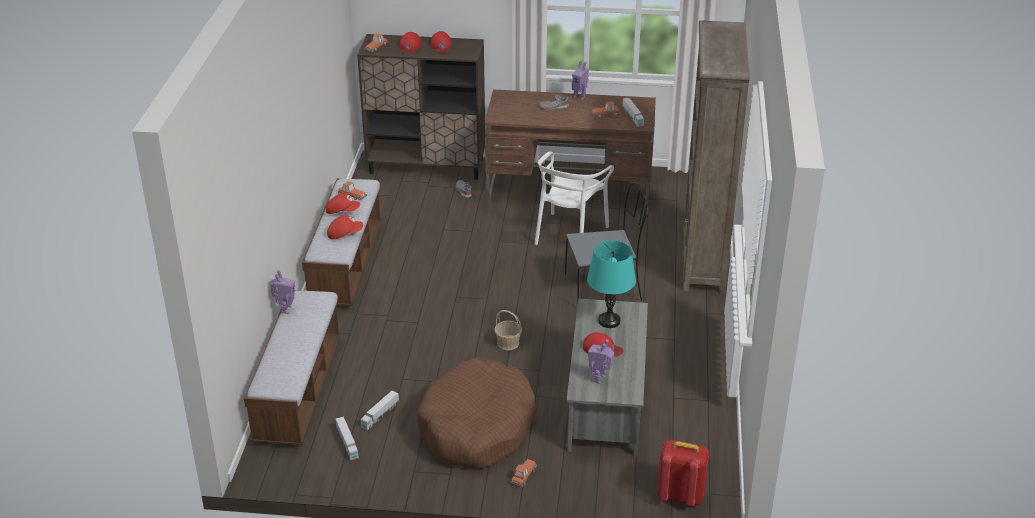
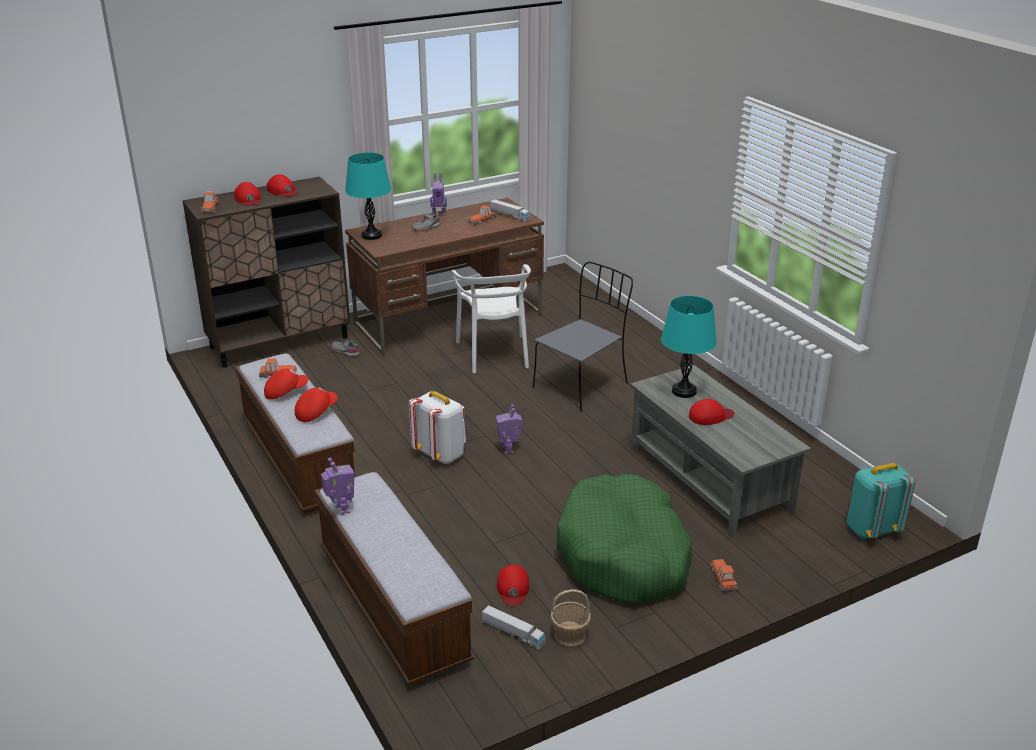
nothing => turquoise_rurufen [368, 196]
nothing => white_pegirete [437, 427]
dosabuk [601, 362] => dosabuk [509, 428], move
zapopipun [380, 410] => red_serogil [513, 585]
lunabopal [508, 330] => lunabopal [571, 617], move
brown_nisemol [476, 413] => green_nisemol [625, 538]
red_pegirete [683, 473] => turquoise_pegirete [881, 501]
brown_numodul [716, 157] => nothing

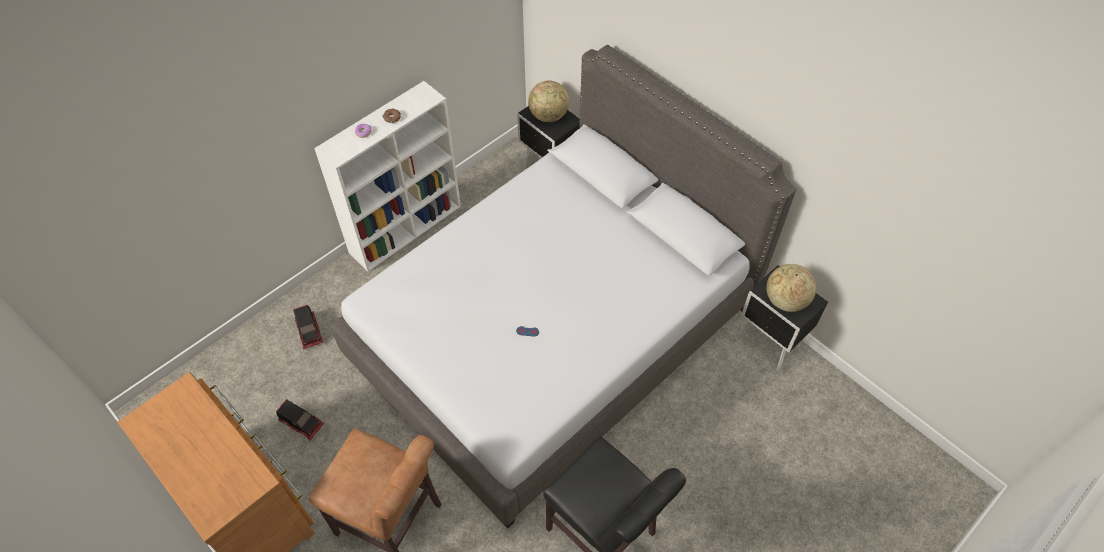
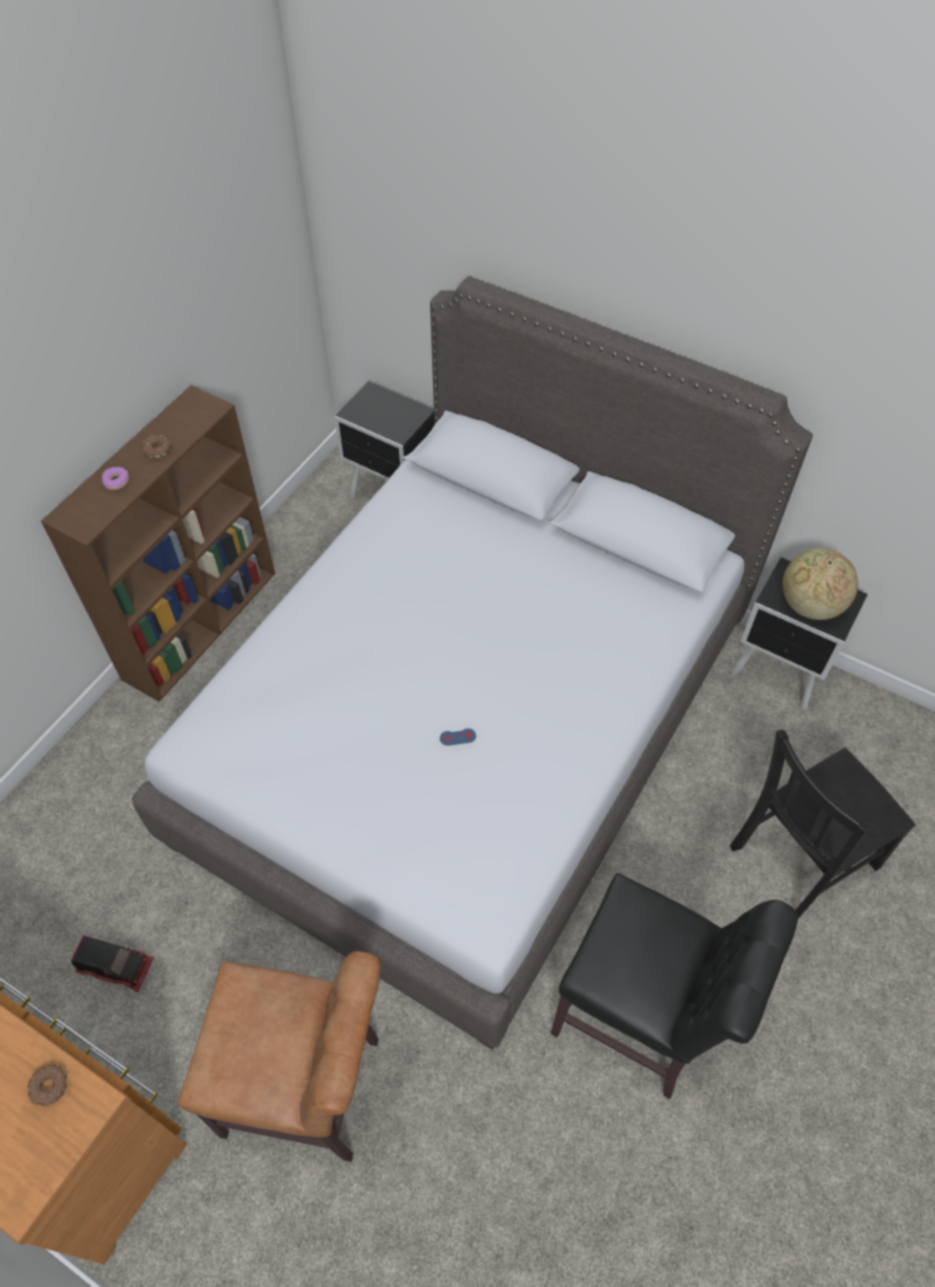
nothing => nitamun [47, 1085]
white_numodul [387, 176] => brown_numodul [158, 543]
nothing => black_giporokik [823, 824]
zapopipun [308, 327] => nothing
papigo [548, 101] => nothing

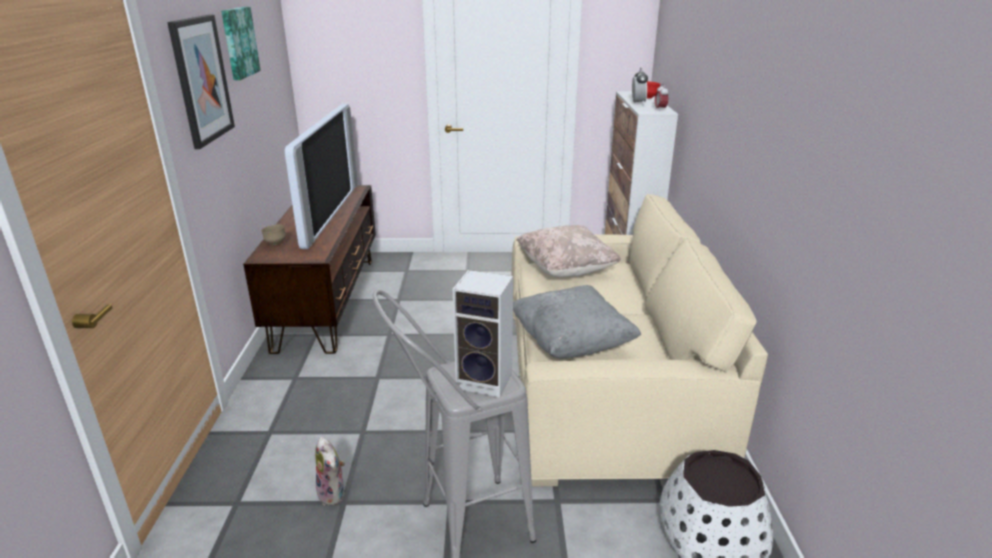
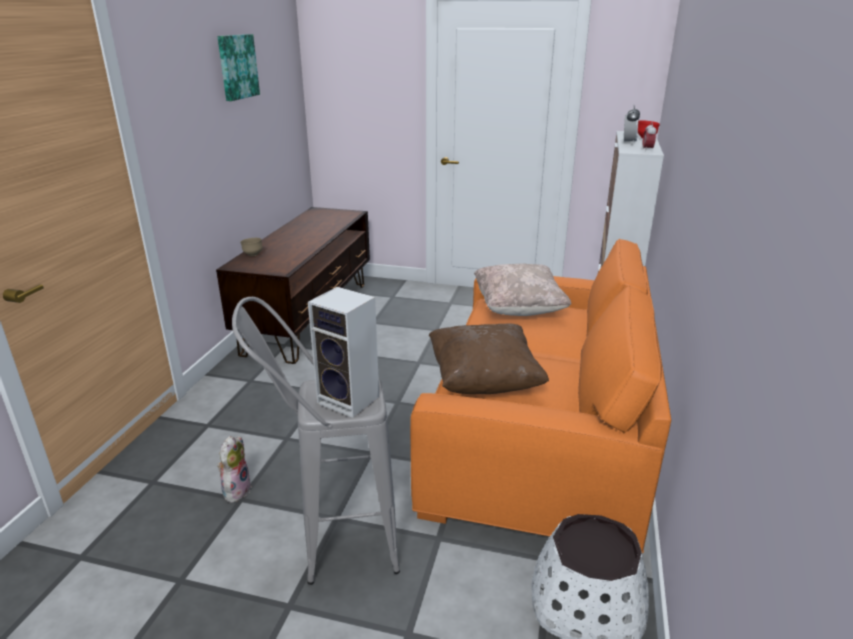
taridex [330, 471] => taridex [234, 469], 150 degrees counterclockwise
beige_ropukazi [640, 340] => orange_ropukazi [540, 396]
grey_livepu [577, 321] => brown_livepu [489, 359]
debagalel [201, 81] => nothing
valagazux [321, 176] => nothing

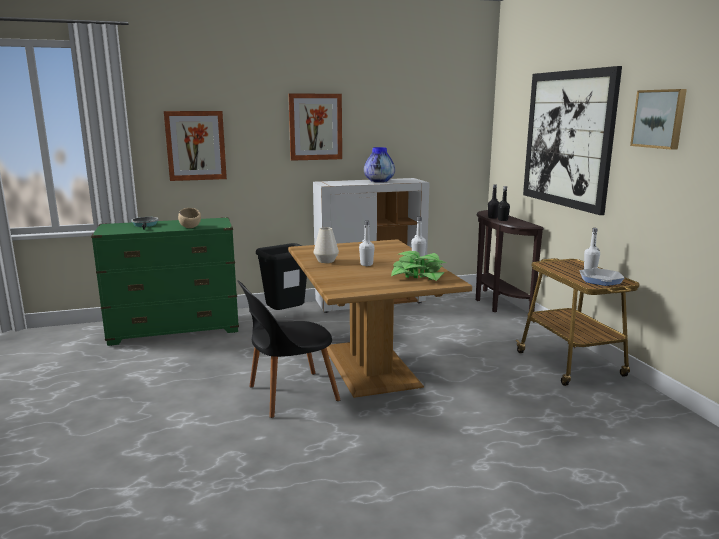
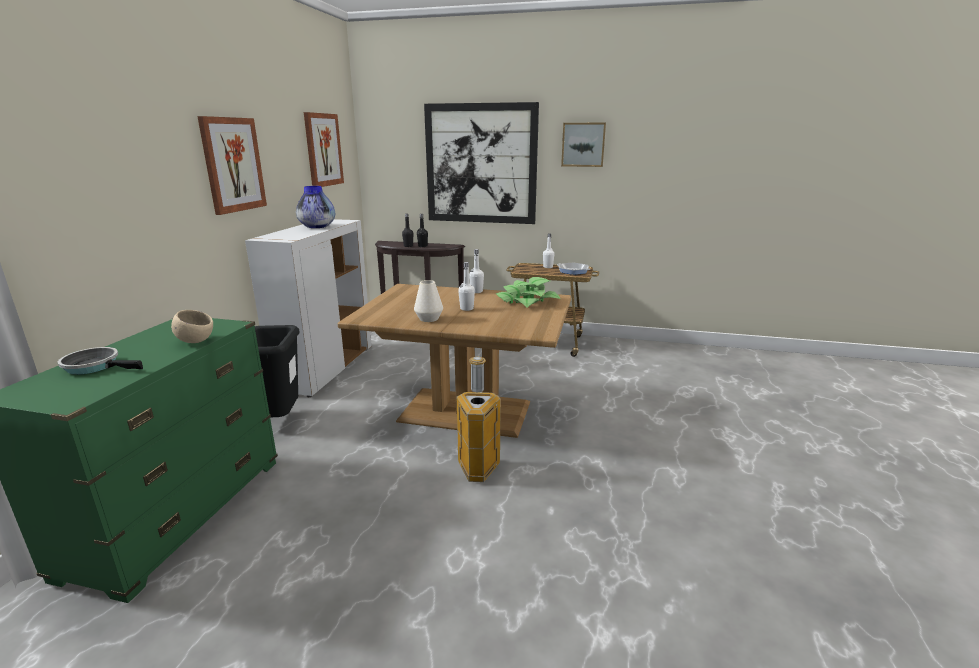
debagalel [195, 146] => debagalel [324, 149], move
black_giporokik [288, 349] => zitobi [479, 419]

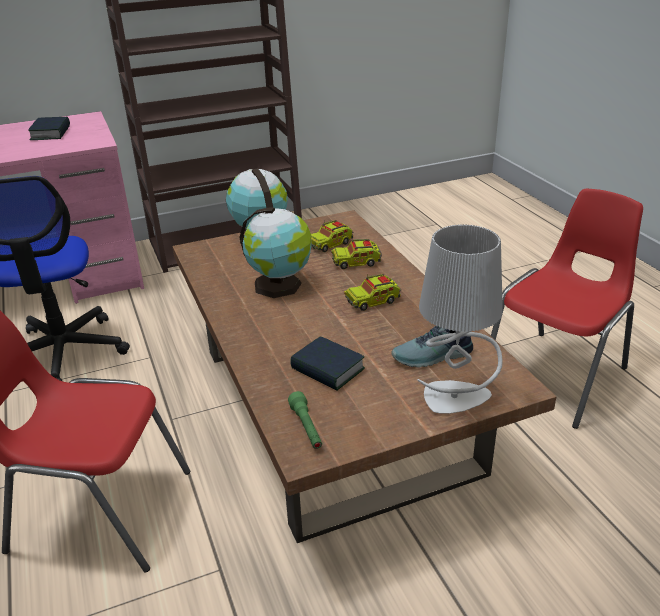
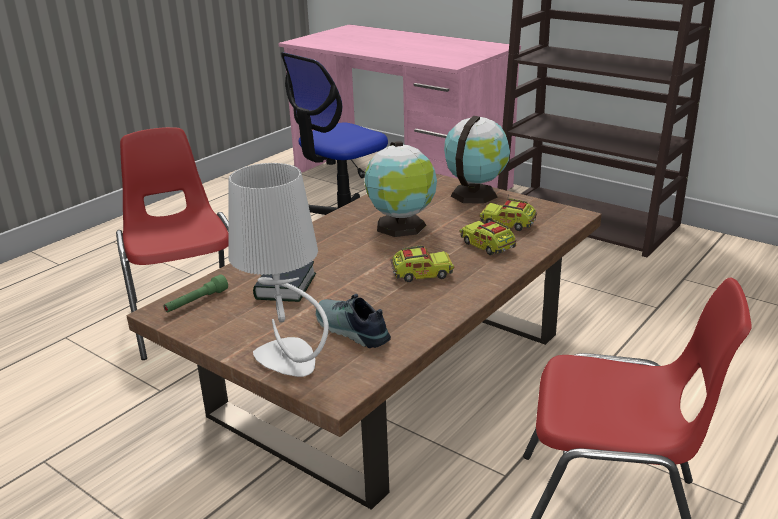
zapopipun [372, 292] => zapopipun [422, 263], 135 degrees clockwise
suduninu [49, 128] => nothing

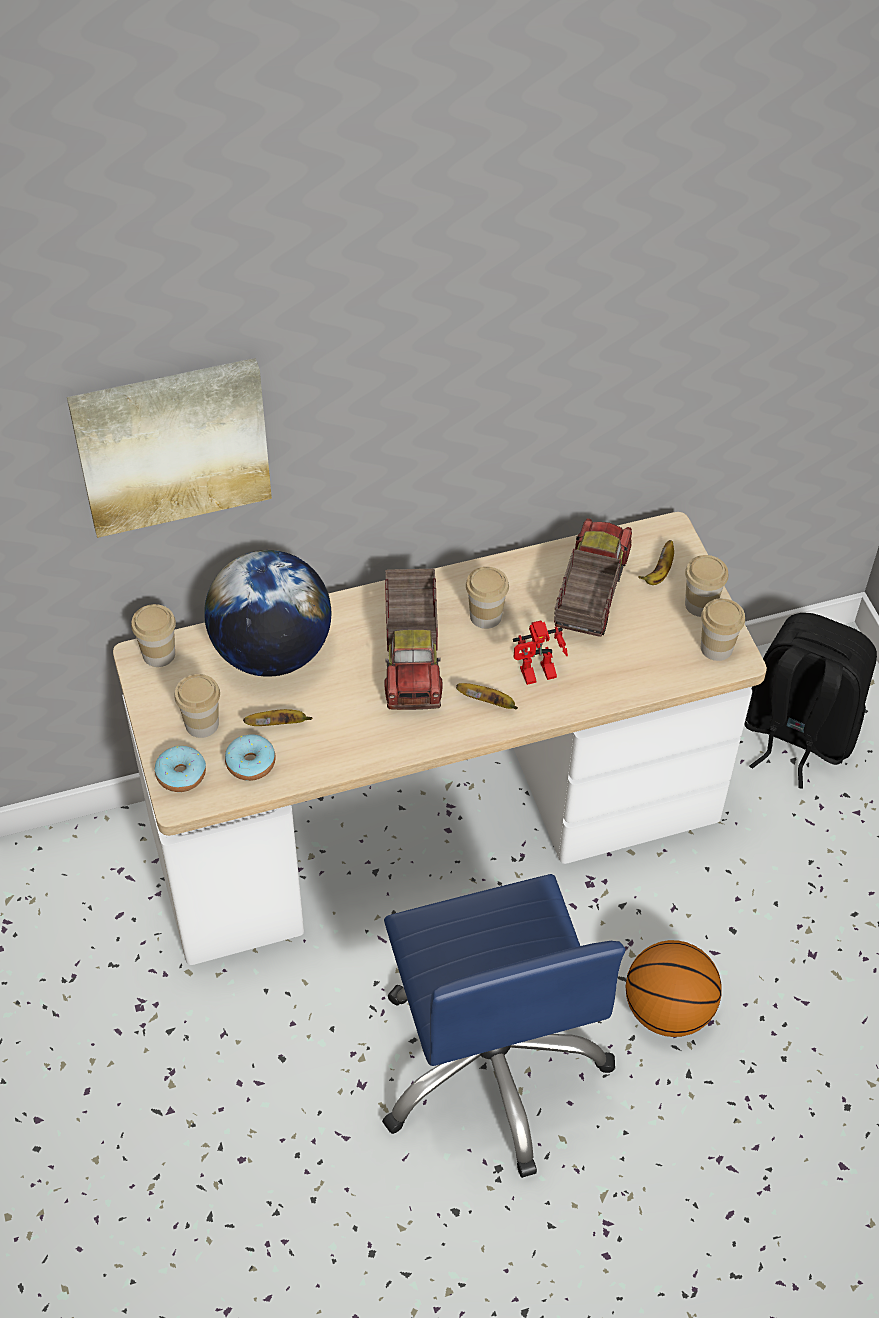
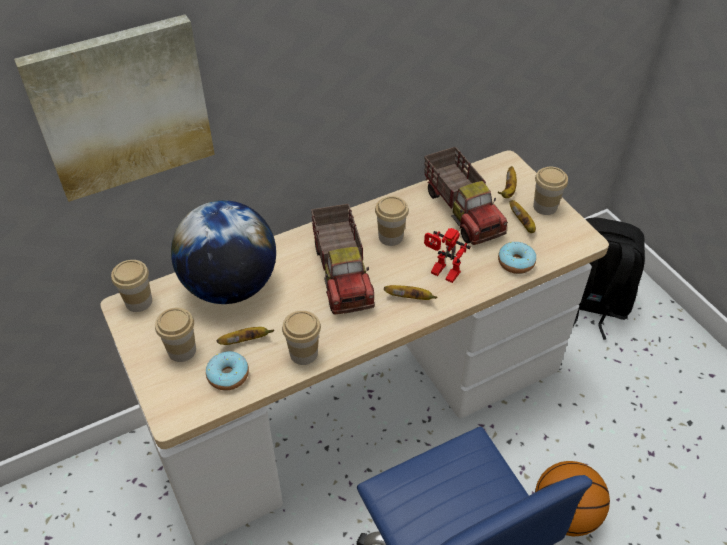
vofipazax [723, 629] => vofipazax [301, 337], move
zapopipun [593, 577] => zapopipun [466, 196], 150 degrees clockwise
dosabuk [540, 653] => dosabuk [447, 255], 60 degrees clockwise
nitamun [180, 769] => nitamun [517, 258], move
nothing => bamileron [522, 216]

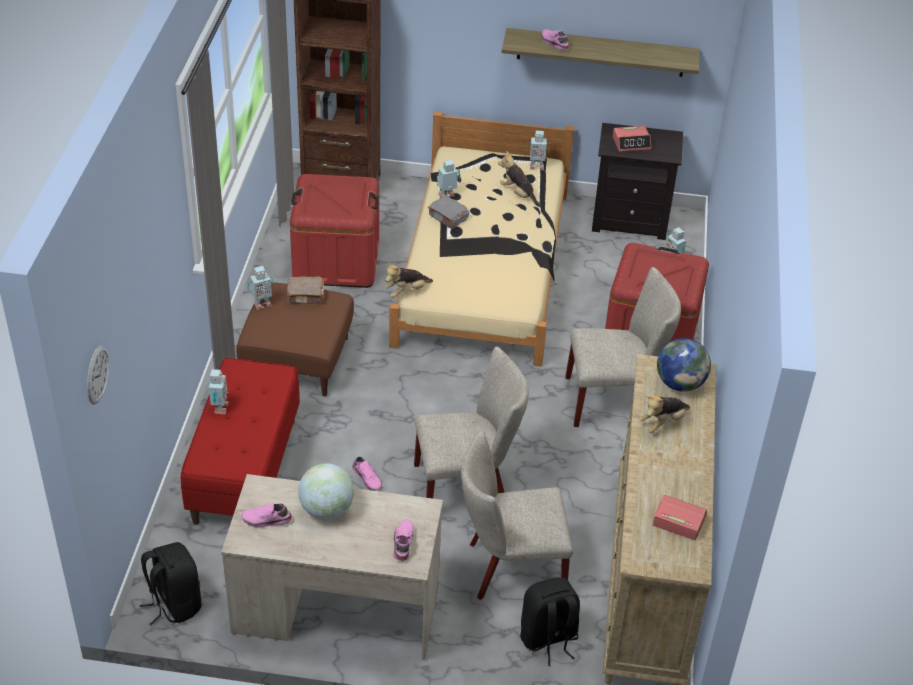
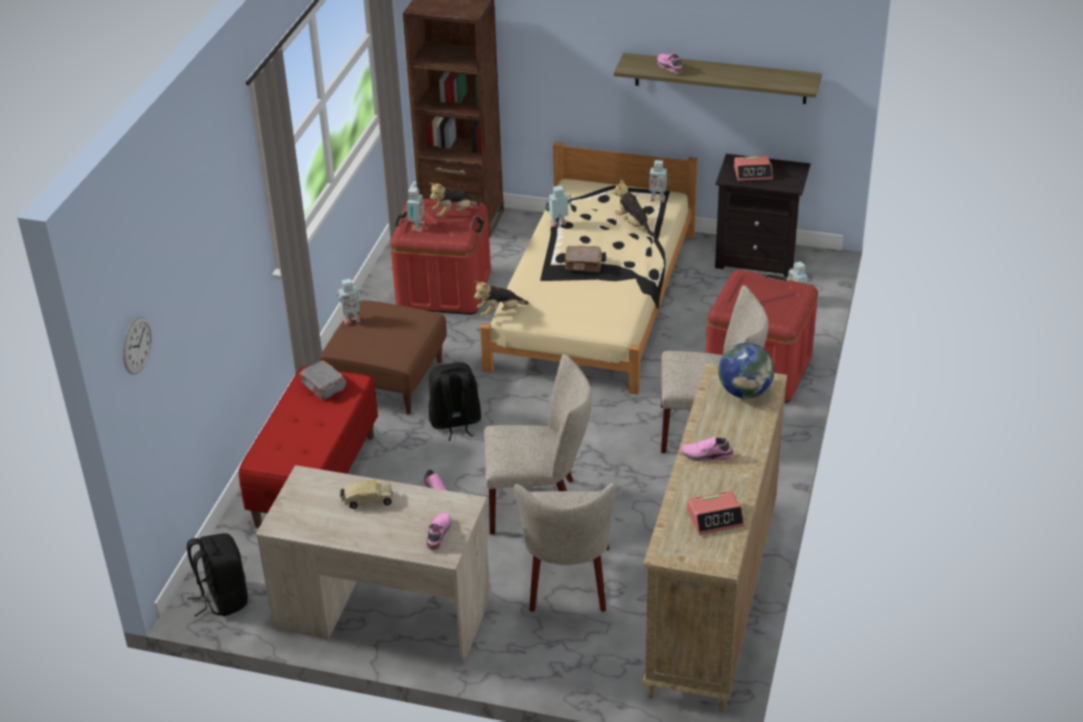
grey_suduninu [448, 212] => grey_suduninu [322, 380], move
papigo [326, 491] => zapopipun [366, 494]
dosabuk [219, 392] => dosabuk [416, 209], move
taridex [664, 414] => taridex [454, 200], move
black_pegirete [550, 621] => black_pegirete [455, 401], move
beige_giporokik [517, 515] => beige_giporokik [565, 547], 90 degrees counterclockwise
brown_suduninu [305, 290] => brown_suduninu [583, 259], move
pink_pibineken [266, 515] => pink_pibineken [707, 449], move
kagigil [679, 517] => kagigil [715, 513], 135 degrees clockwise

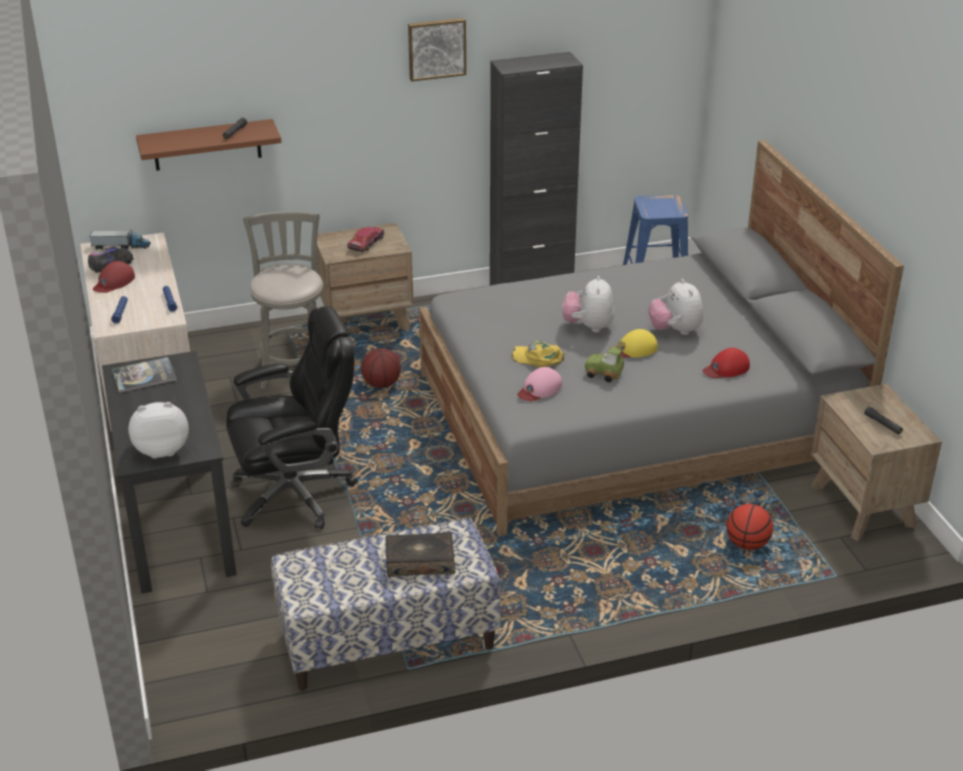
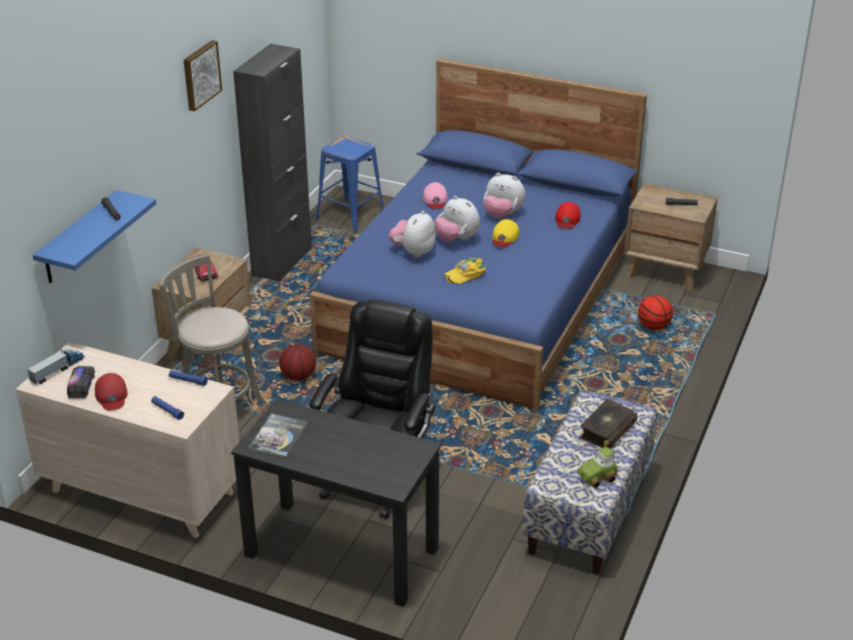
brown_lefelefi [209, 145] => blue_lefelefi [94, 236]
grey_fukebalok [661, 338] => blue_fukebalok [478, 235]
taridex [158, 430] => taridex [412, 234], move
pink_serogil [539, 384] => pink_serogil [435, 195], move
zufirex [605, 361] => zufirex [598, 464], move

